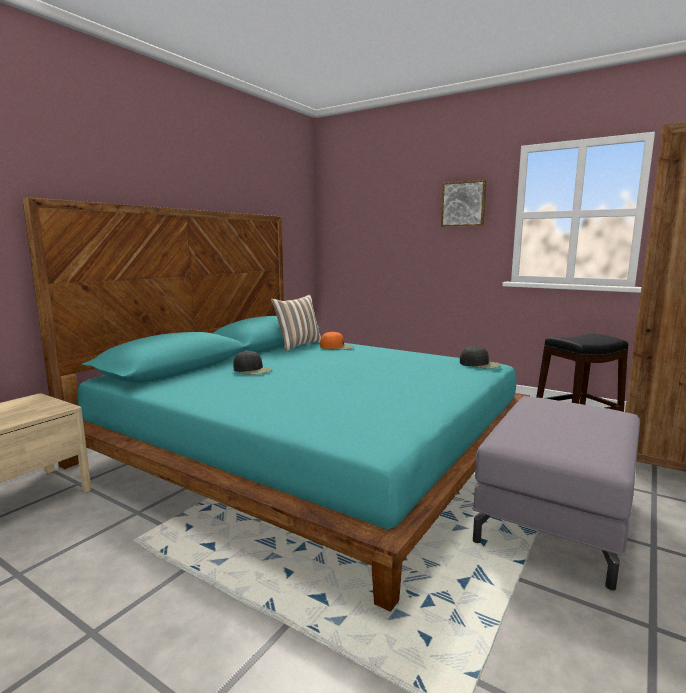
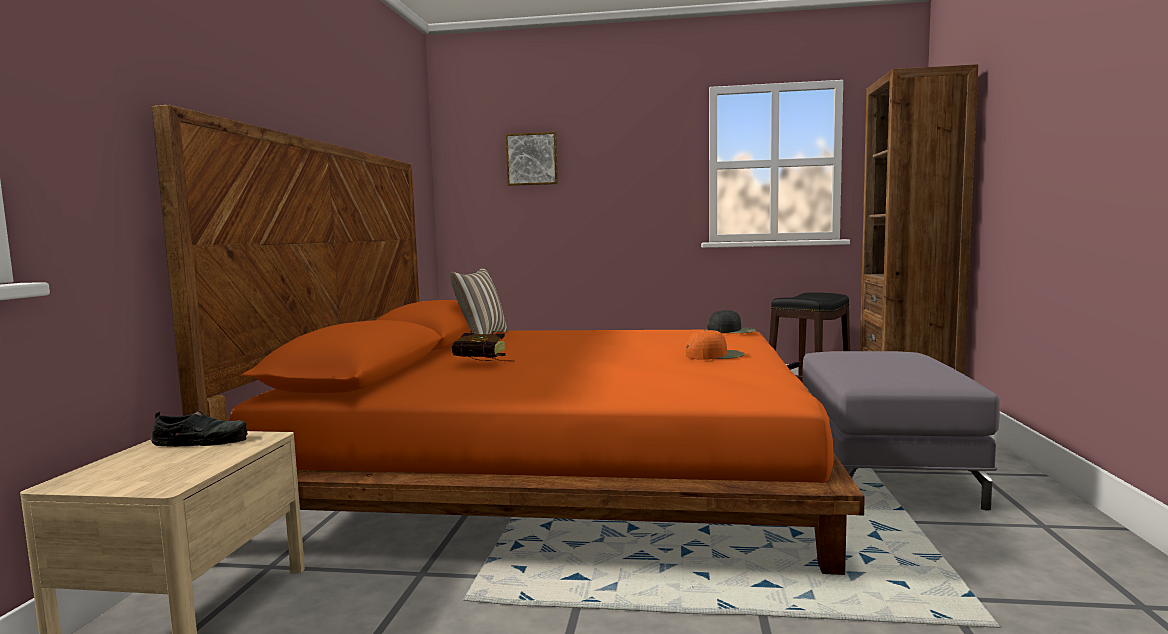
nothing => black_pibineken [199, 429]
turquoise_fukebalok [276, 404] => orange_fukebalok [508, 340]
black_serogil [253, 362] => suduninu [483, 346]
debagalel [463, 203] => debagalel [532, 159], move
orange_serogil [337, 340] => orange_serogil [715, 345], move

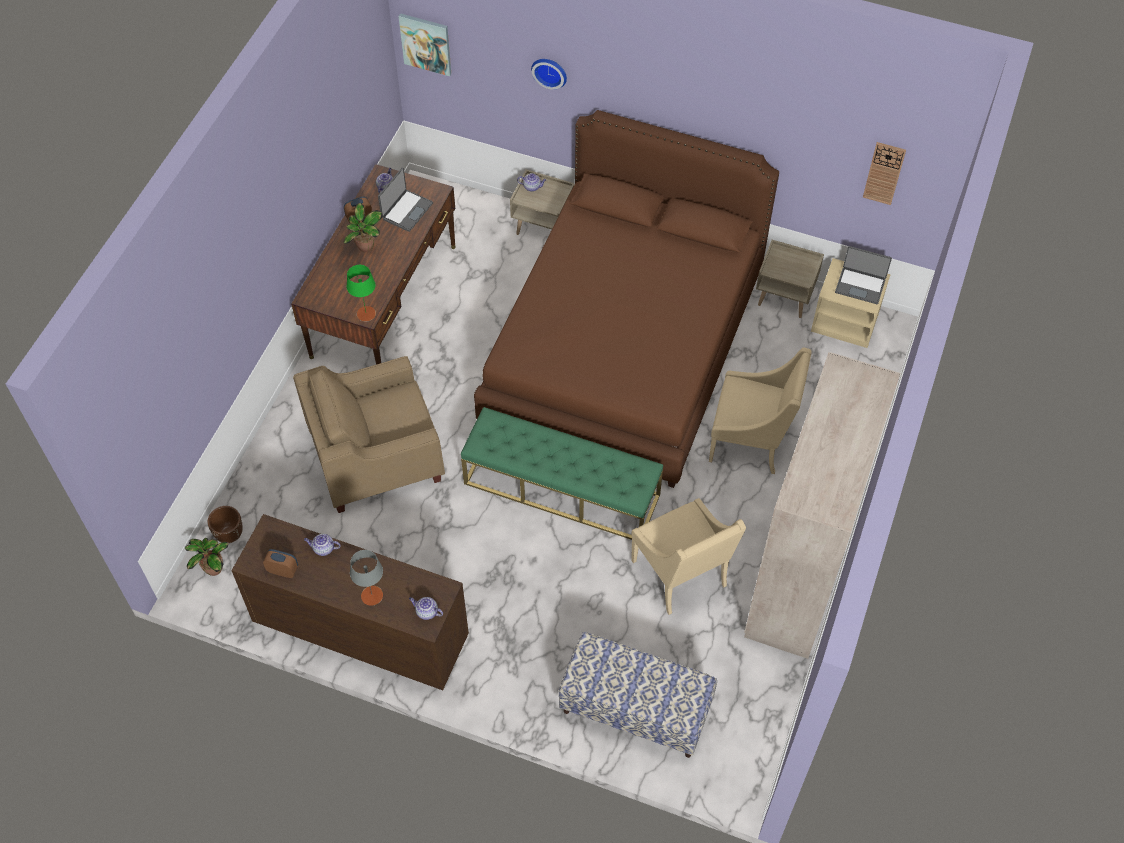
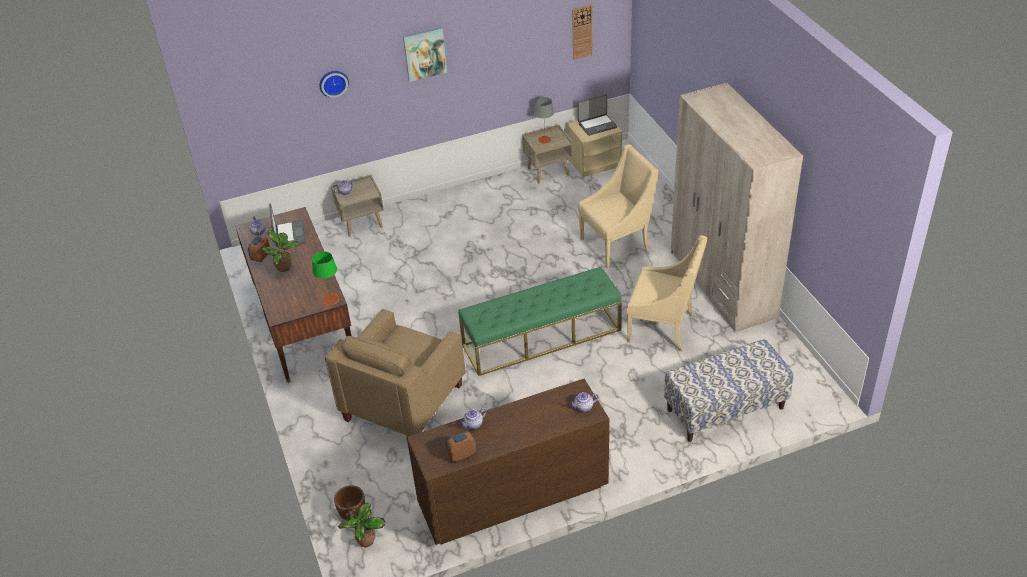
debagalel [424, 44] => debagalel [425, 54], move
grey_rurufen [366, 578] => grey_rurufen [544, 120], move
brown_fukebalok [626, 299] => nothing

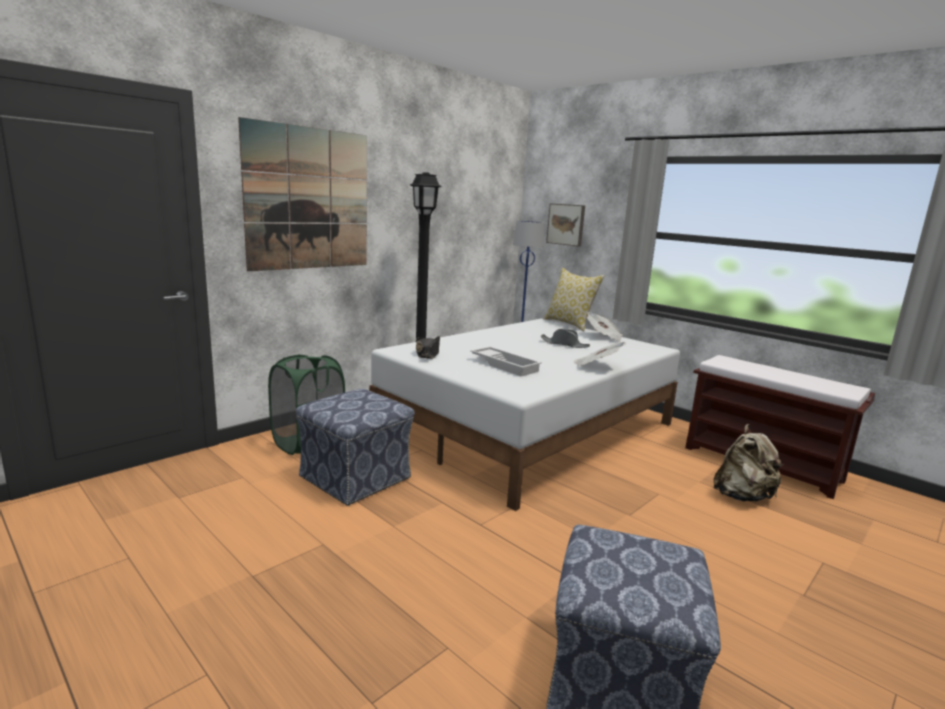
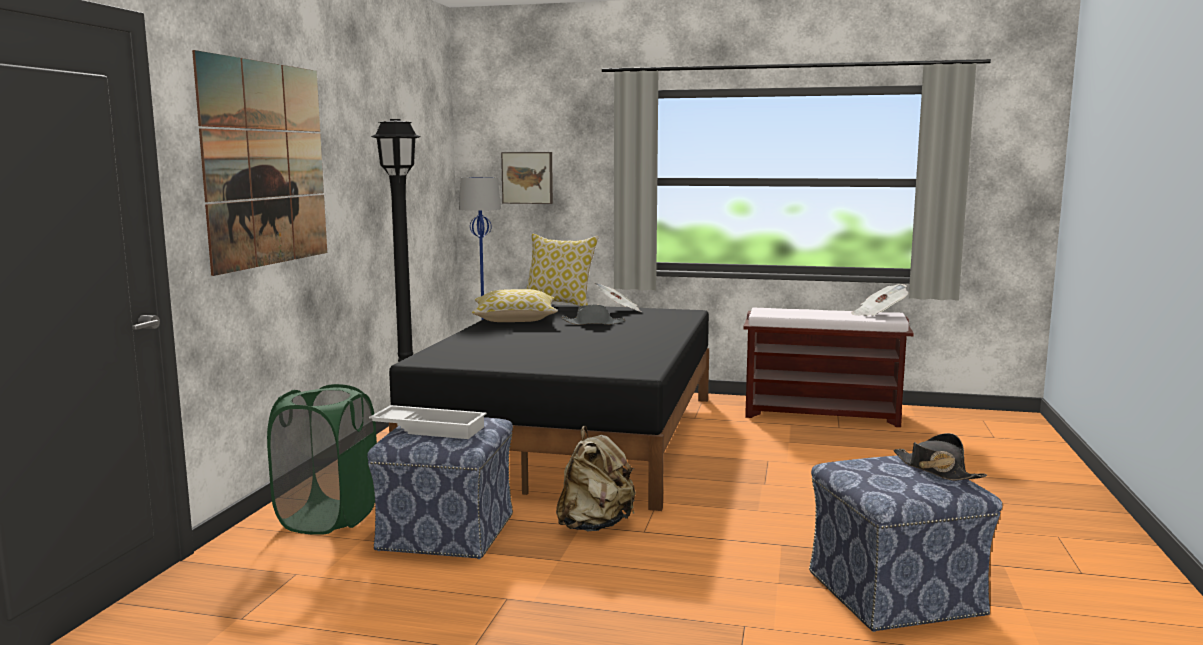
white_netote [506, 361] => white_netote [428, 422], move
white_fukebalok [524, 415] => black_fukebalok [549, 407]
nothing => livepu [515, 305]
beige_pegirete [748, 462] => beige_pegirete [596, 478], move
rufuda [600, 354] => rufuda [880, 300], move
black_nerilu [428, 347] => black_nerilu [940, 457], move

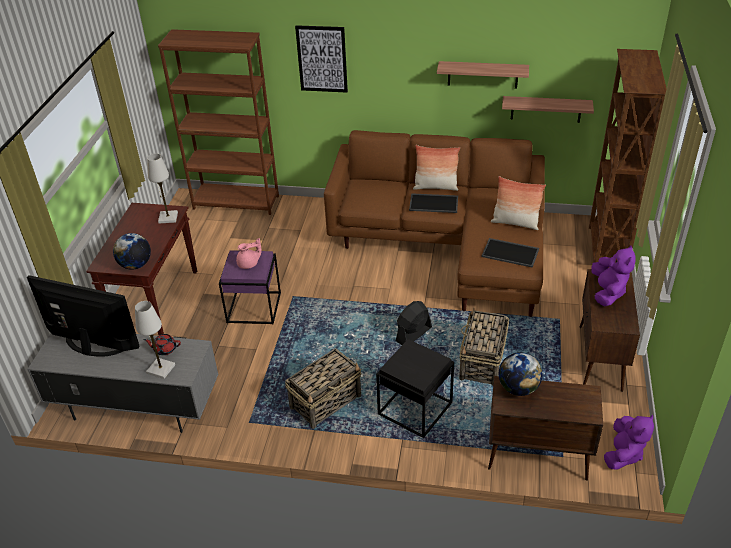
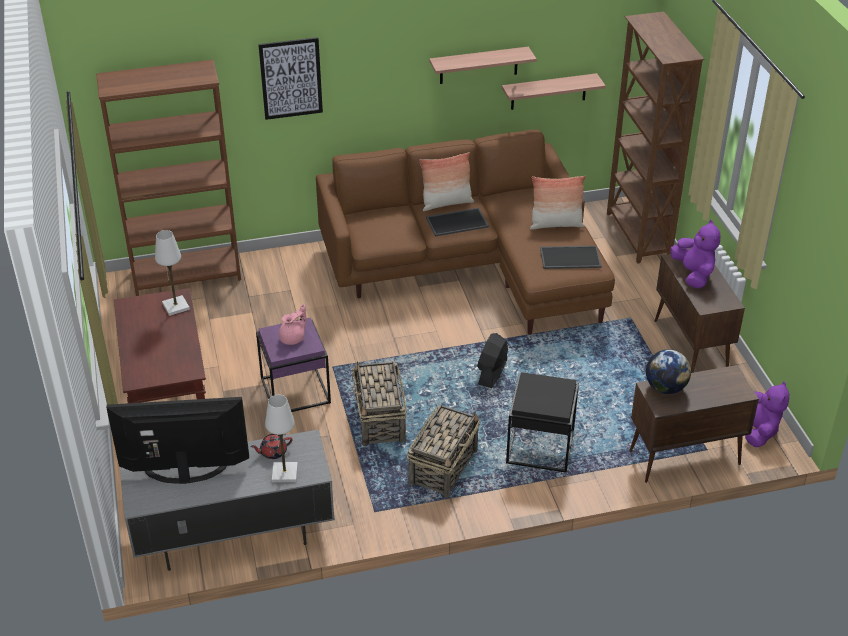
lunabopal [484, 346] => lunabopal [379, 404], move
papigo [132, 251] => nothing

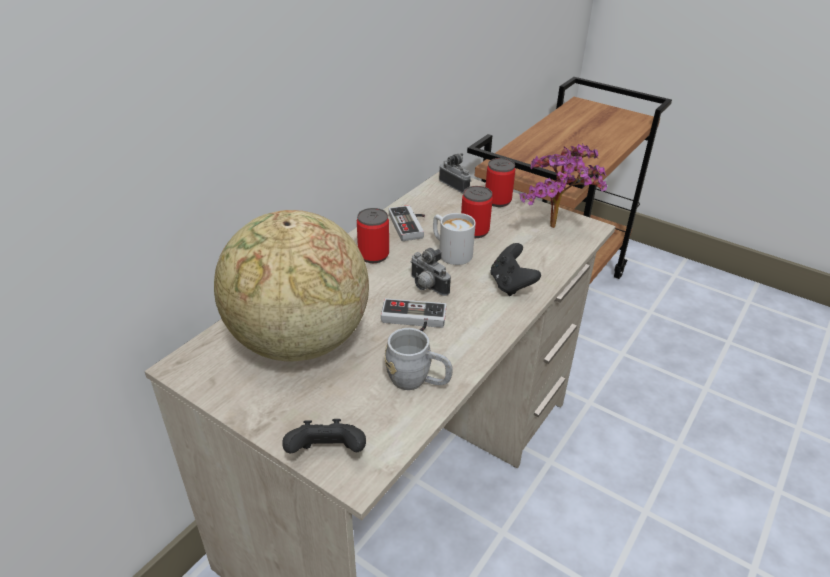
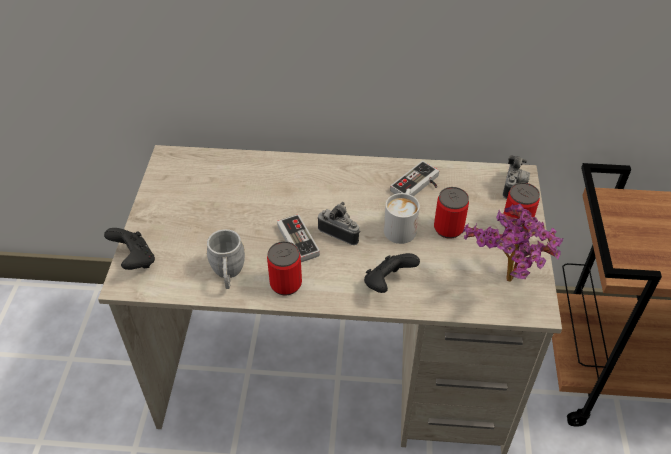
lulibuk [373, 235] => lulibuk [284, 268], move
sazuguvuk [430, 272] => sazuguvuk [339, 223], 105 degrees clockwise
papigo [291, 285] => nothing

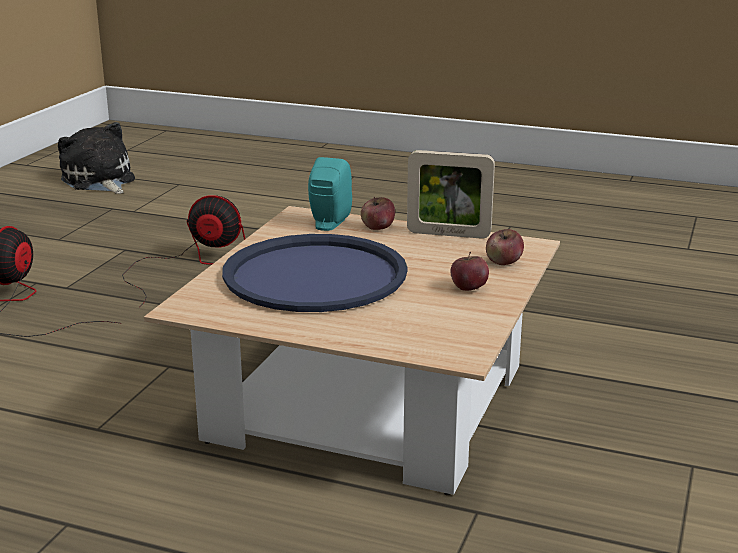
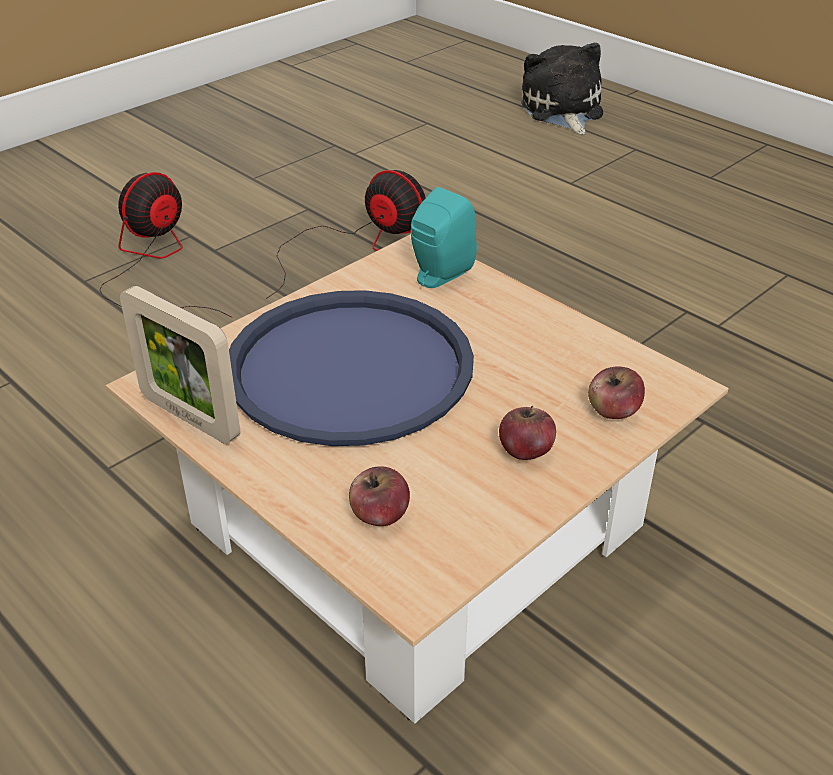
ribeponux [451, 194] => ribeponux [180, 365], move
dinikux [378, 213] => dinikux [379, 496], move
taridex [96, 158] => taridex [562, 88], move

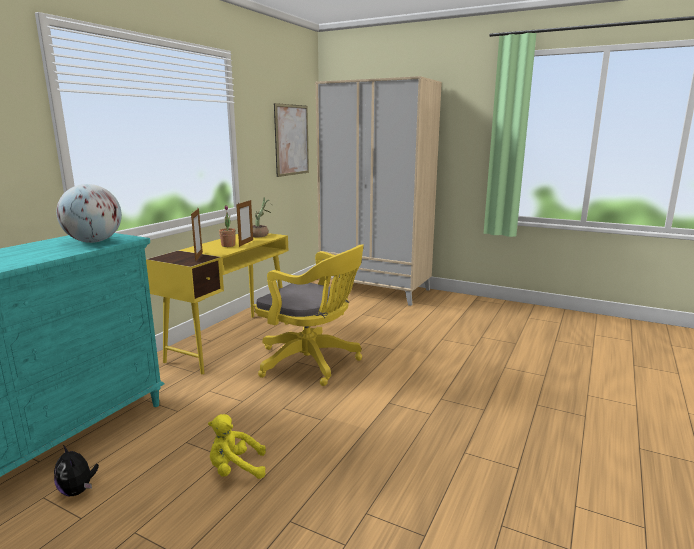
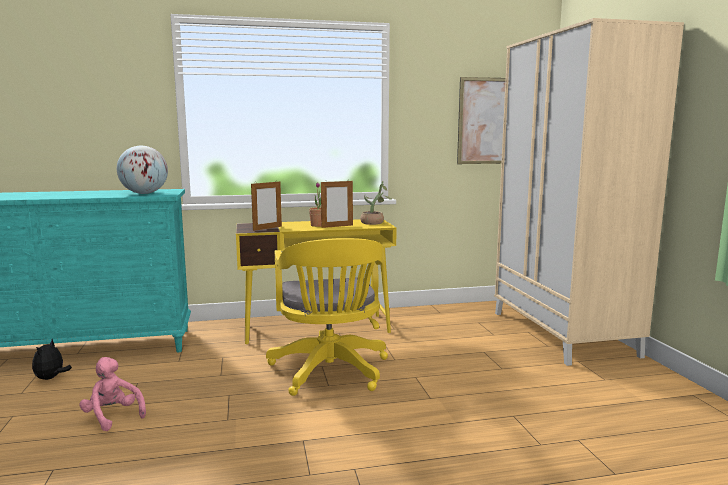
yellow_taridex [237, 446] => pink_taridex [112, 394]

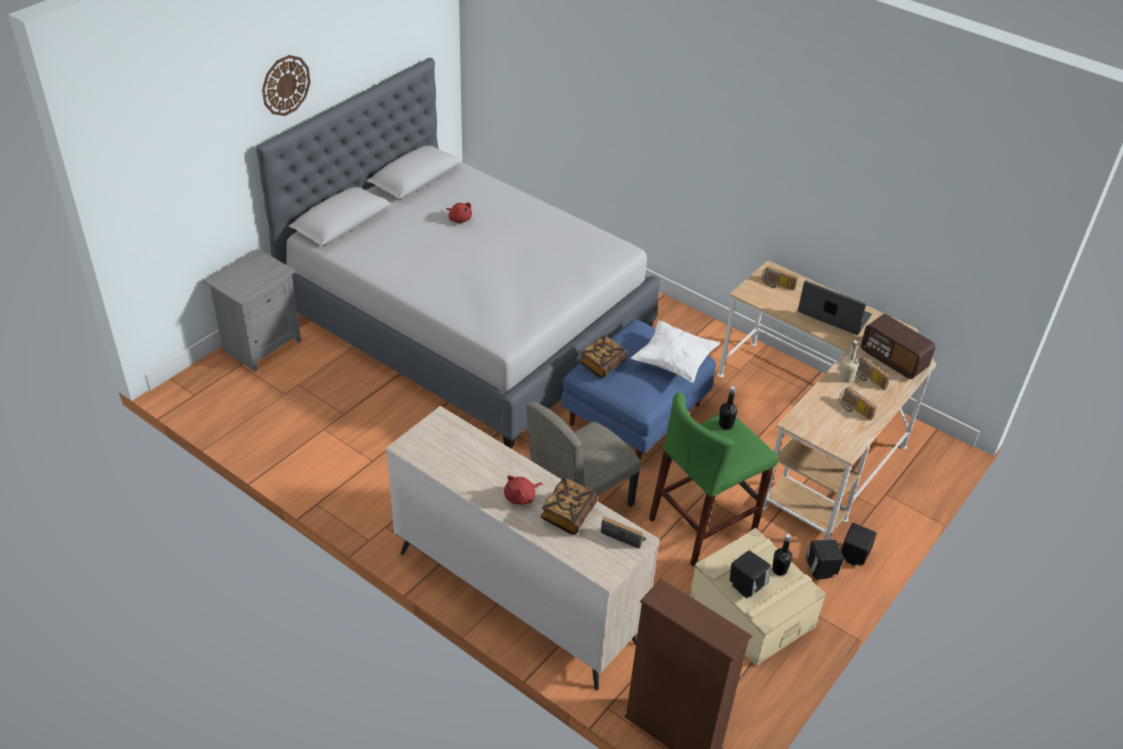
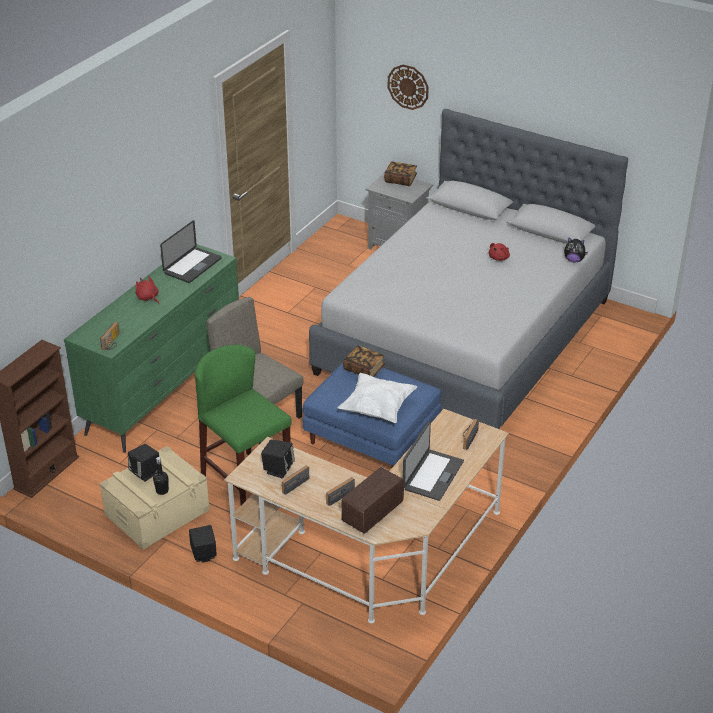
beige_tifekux [523, 548] => green_tifekux [151, 348]
nothing => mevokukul [190, 251]
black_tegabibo [859, 544] => black_tegabibo [278, 458], move
suduninu [568, 506] => suduninu [400, 173], move
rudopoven [286, 85] => rudopoven [408, 87], move
nothing => taridex [576, 249]
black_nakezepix [728, 408] => nothing
beige_nakezepix [849, 361] => nothing

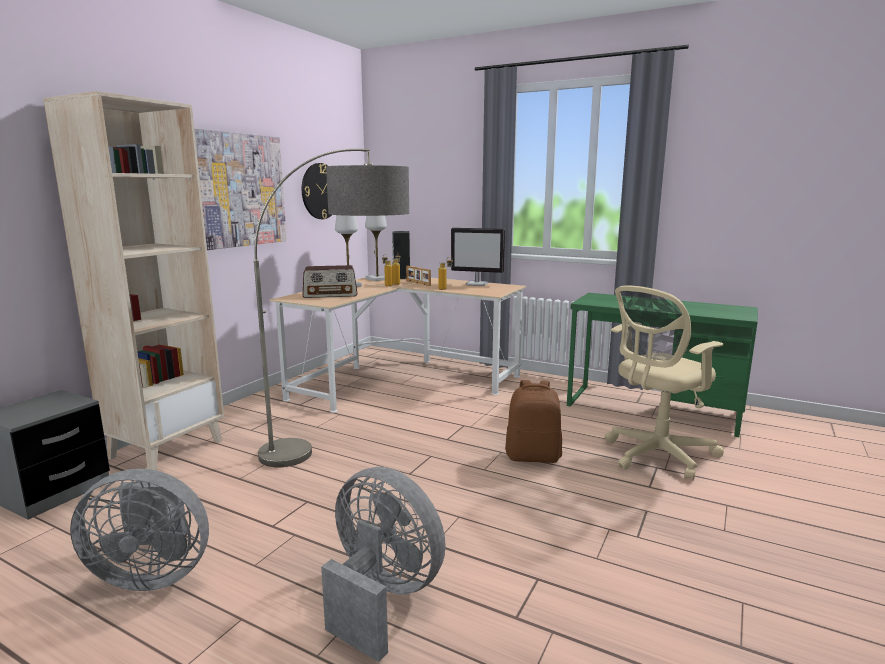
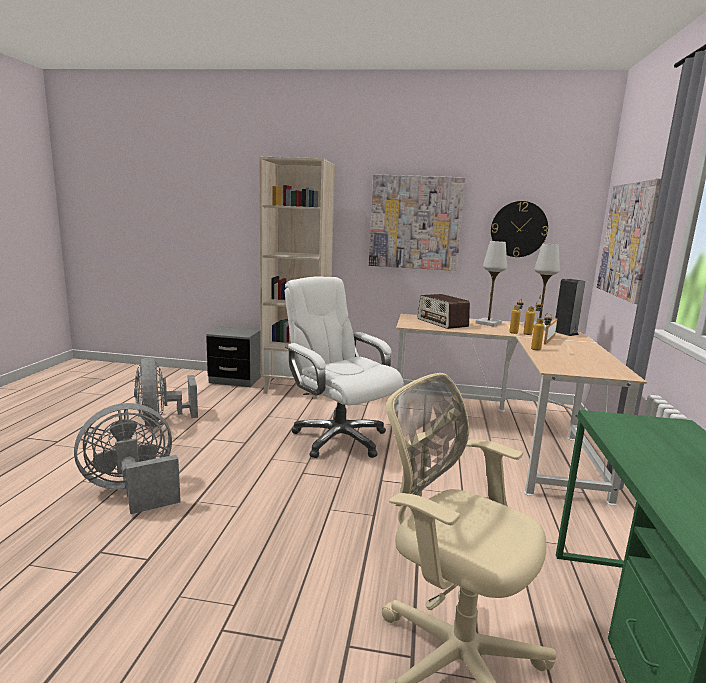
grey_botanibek [383, 564] => grey_botanibek [127, 458], 135 degrees counterclockwise
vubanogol [331, 308] => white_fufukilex [344, 367]
nothing => debagalel [629, 241]
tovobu [478, 257] => nothing
brown_pegirete [533, 421] => nothing

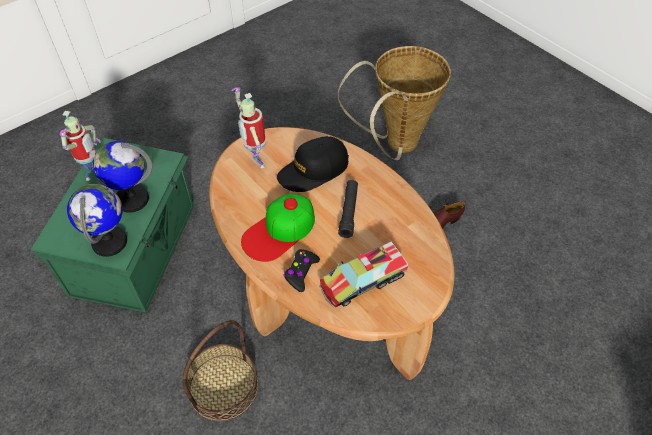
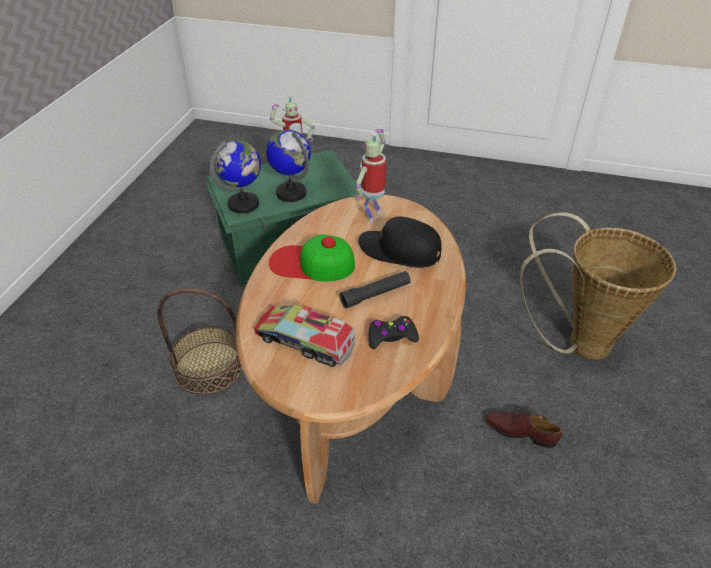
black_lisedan [301, 270] => black_lisedan [393, 332], move

